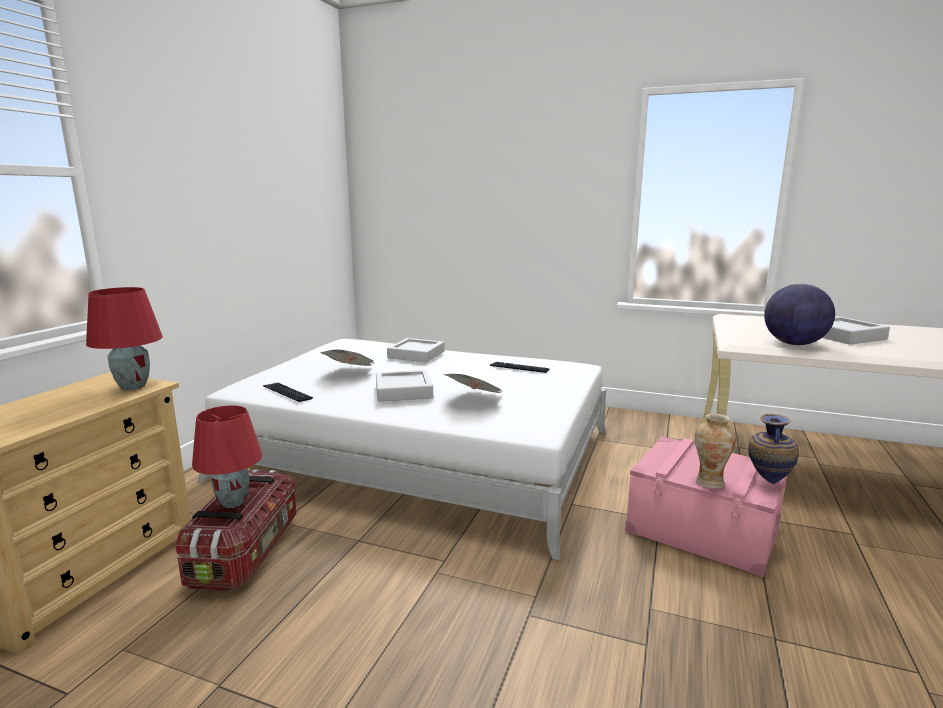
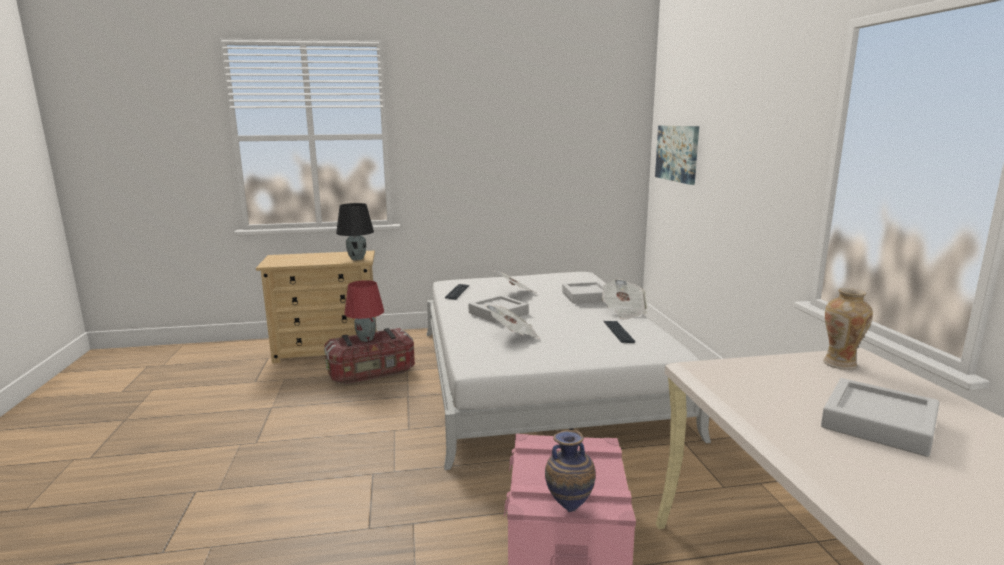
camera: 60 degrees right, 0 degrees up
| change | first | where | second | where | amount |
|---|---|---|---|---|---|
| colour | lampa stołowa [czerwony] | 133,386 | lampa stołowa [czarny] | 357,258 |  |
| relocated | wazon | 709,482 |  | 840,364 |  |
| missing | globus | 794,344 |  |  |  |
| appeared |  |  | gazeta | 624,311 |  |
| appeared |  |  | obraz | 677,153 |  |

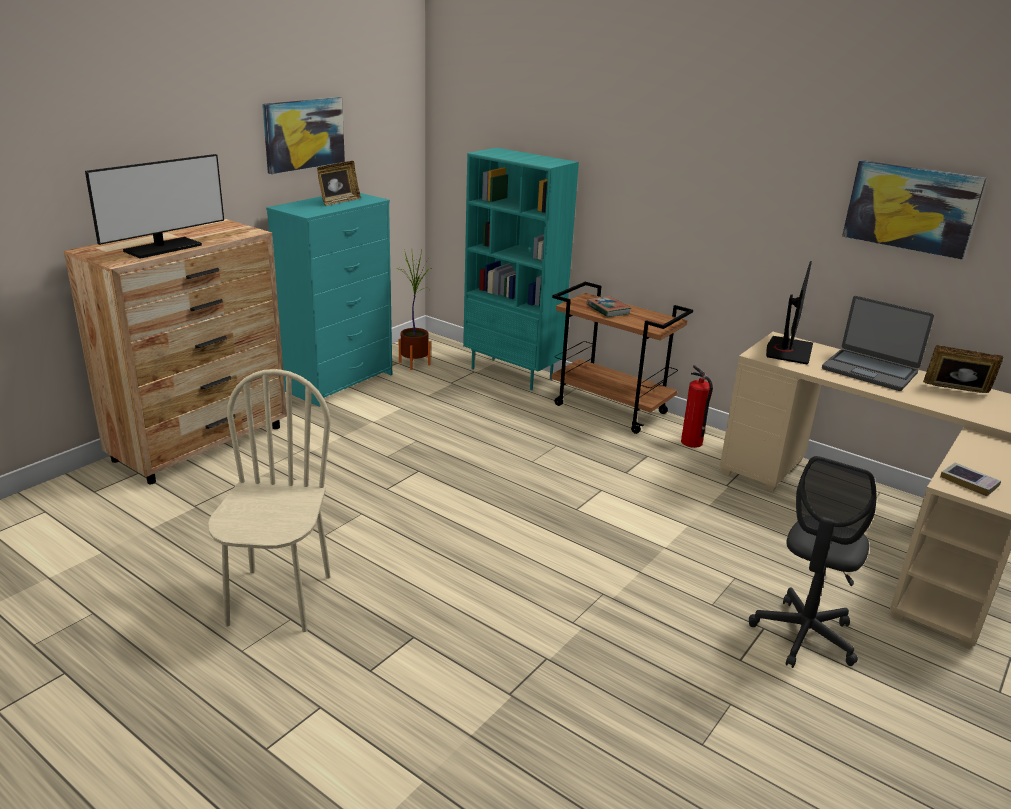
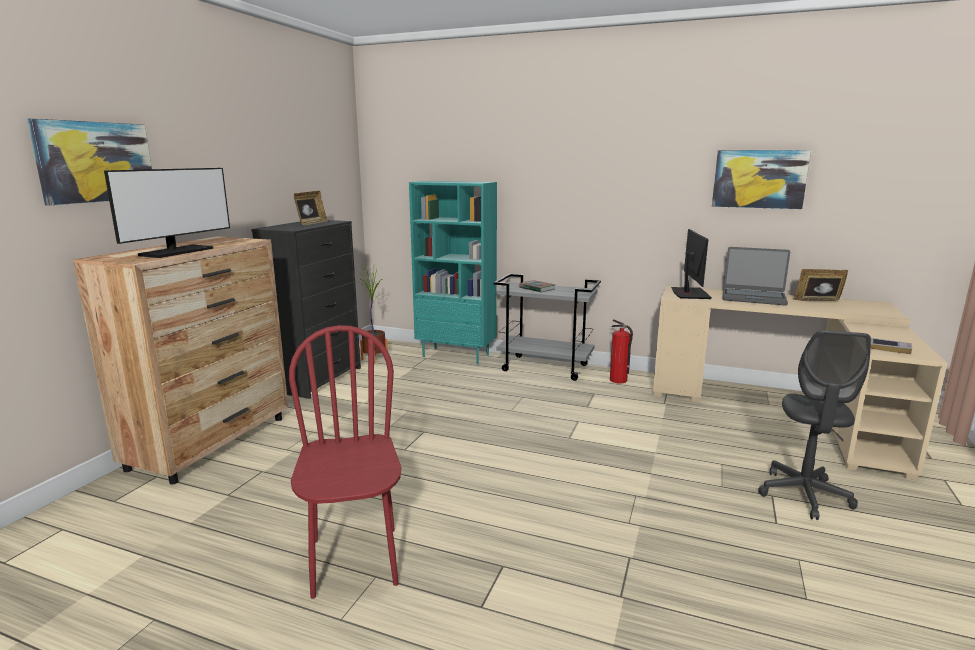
camera: 15 degrees left, 10 degrees down
| change | first | where | second | where | amount |
|---|---|---|---|---|---|
| colour | krzesło [beżowy] | 278,600 | krzesło [czerwony] | 354,561 |  |
| relocated | obraz | 304,134 |  | 96,162 |  |
| colour | komoda [turkusowy] | 339,382 | komoda [czarny] | 318,379 |  |
| colour | wózek [brązowy] | 611,409 | wózek [szary] | 546,368 |  |

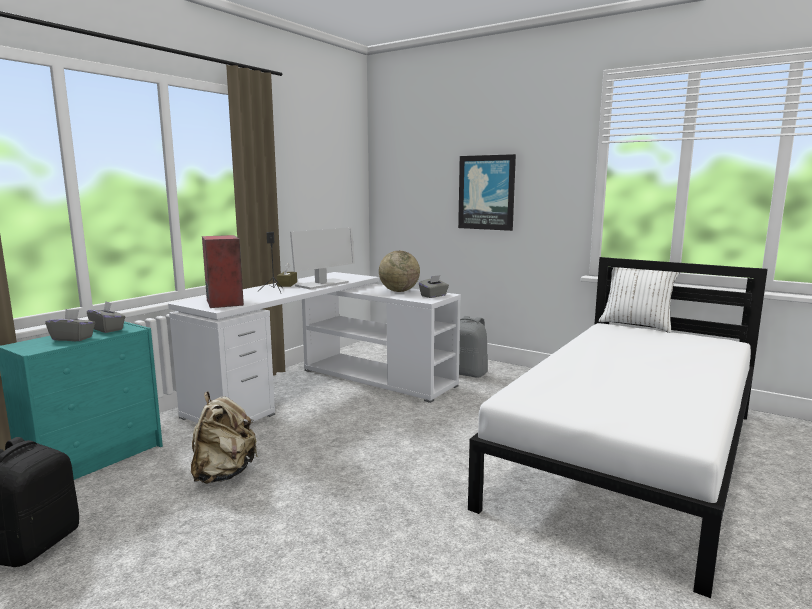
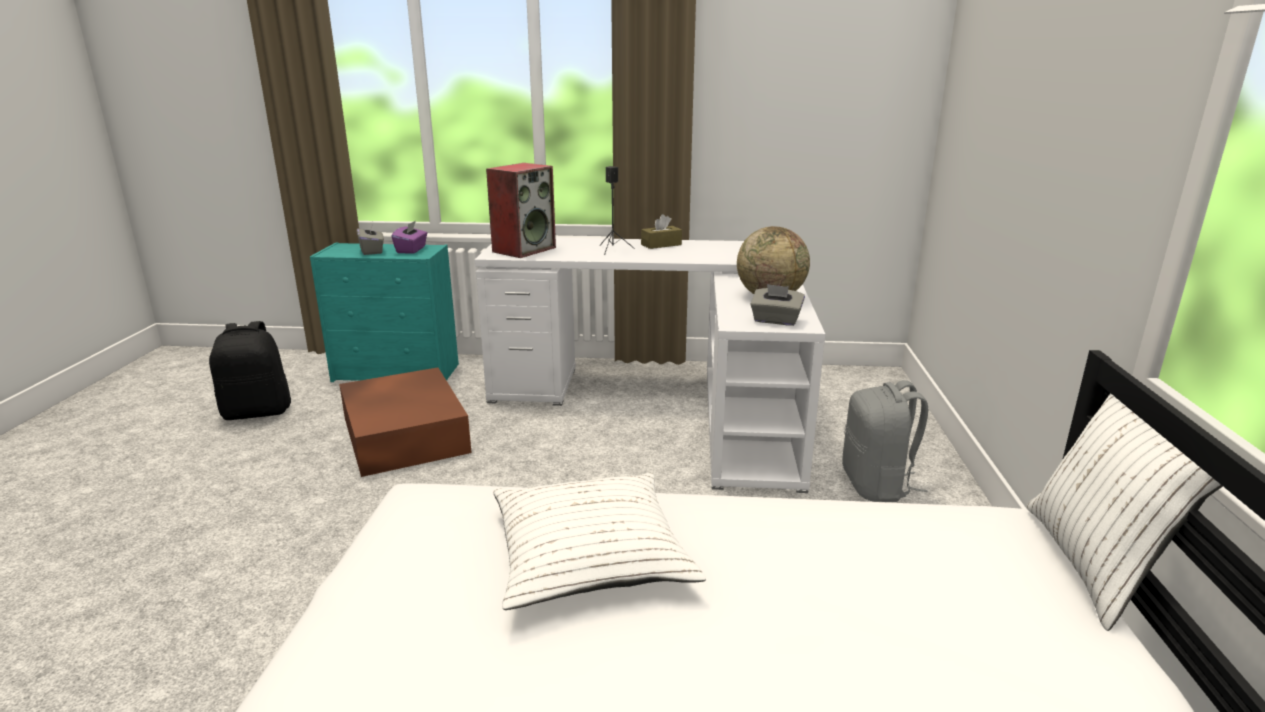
camera: 60 degrees right, 10 degrees up
| change | first | where | second | where | amount |
|---|---|---|---|---|---|
| colour | pudełko chusteczek [szary] | 107,329 | pudełko chusteczek [fioletowy] | 411,250 |  |
| exchanged | plecak [beżowy] | 223,474 | pojemnik do przechowywania [brązowy] | 405,434 |  |
| missing | monitor | 322,284 |  |  |  |
| missing | obraz | 486,192 |  |  |  |
| appeared |  |  | poduszka [biały] | 590,555 |  |

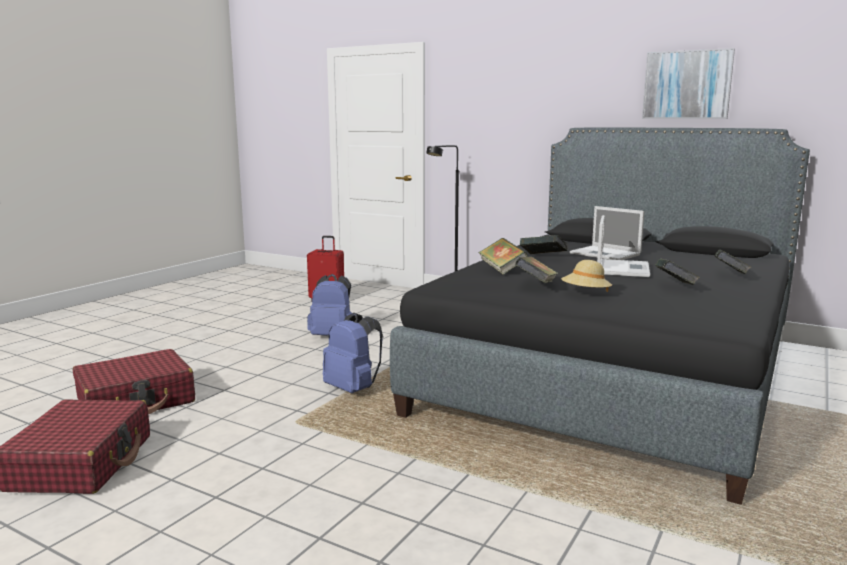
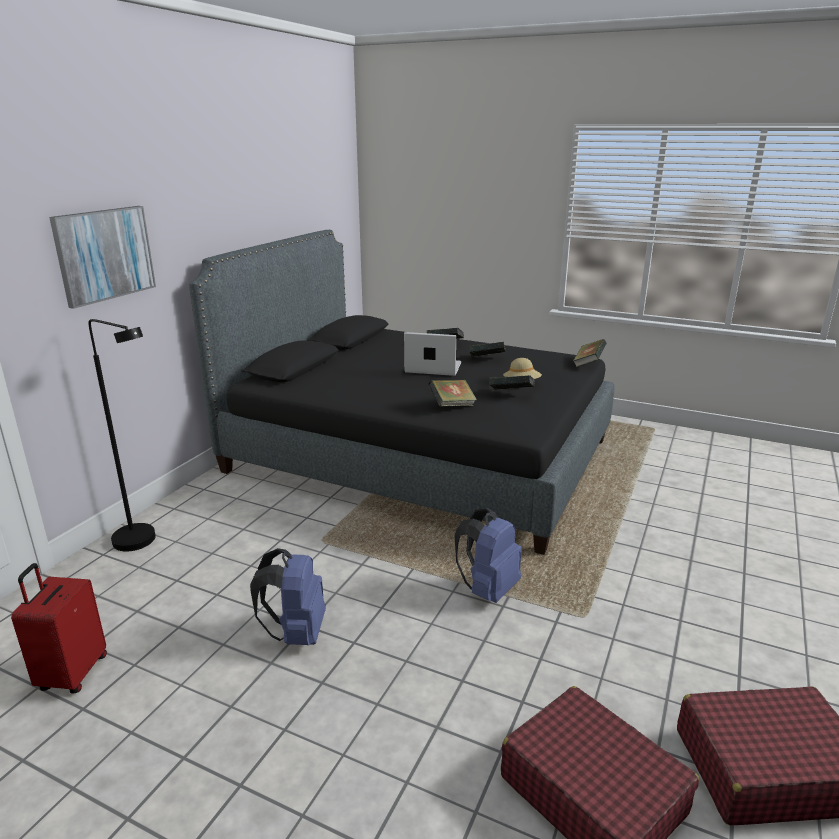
camera: 95 degrees left, 10 degrees up
| change | first | where | second | where | amount |
|---|---|---|---|---|---|
| relocated | książka | 543,257 |  | 588,364 |  |
| missing | laptop | 606,254 |  |  |  |
| relocated | obraz | 687,85 |  | 104,254 |  |

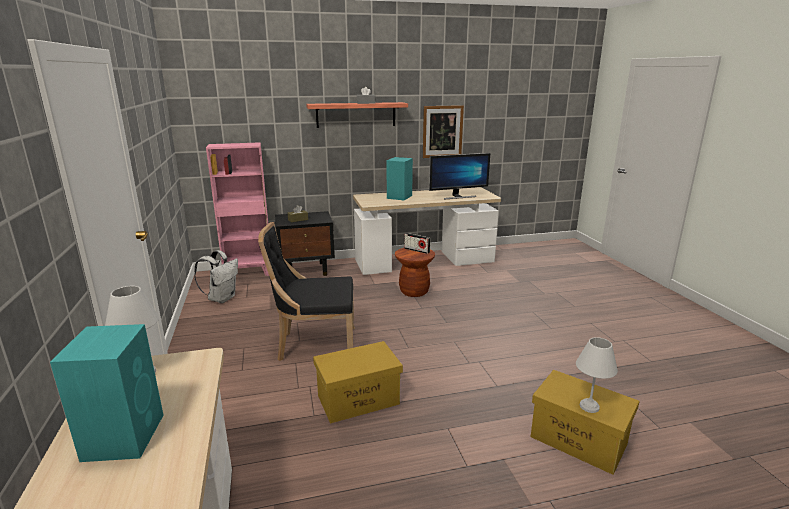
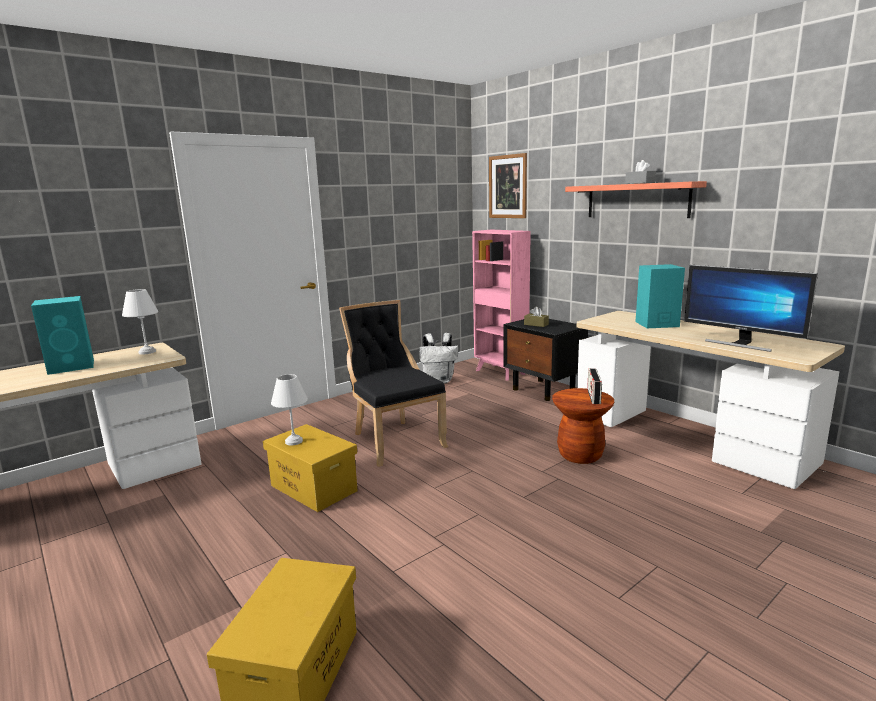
camera: 65 degrees right, 5 degrees down
| change | first | where | second | where | amount |
|---|---|---|---|---|---|
| relocated | obraz | 442,131 |  | 508,186 |  |
| relocated | lampa stołowa [biały] | 590,407 |  | 293,442 |  |

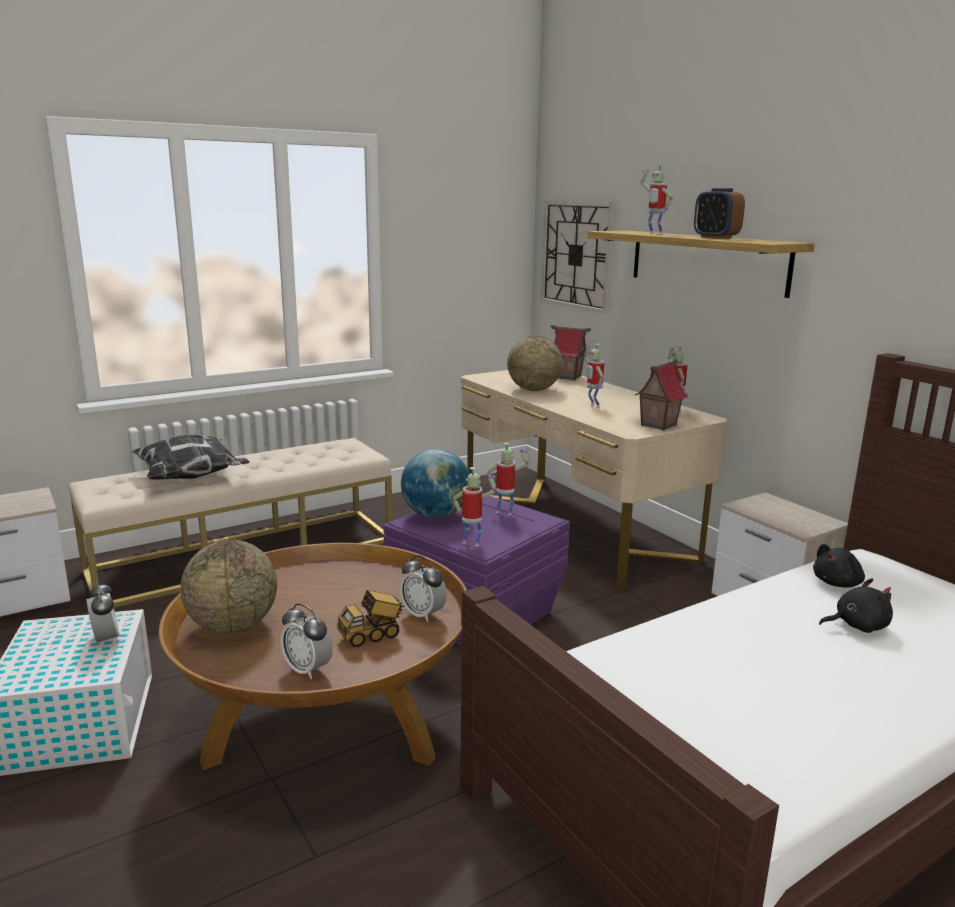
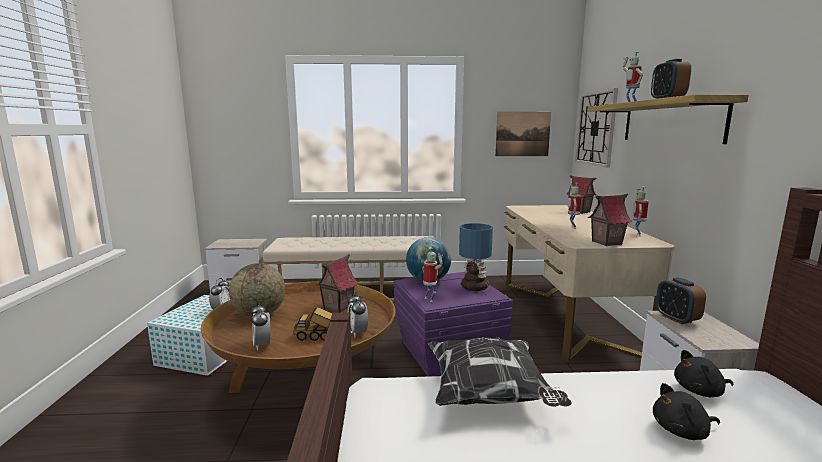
camera: 30 degrees right, 5 degrees down
| change | first | where | second | where | amount |
|---|---|---|---|---|---|
| relocated | poduszka | 192,478 |  | 490,395 |  |
| exchanged | robot zabawkowy | 505,512 | lampa stołowa | 473,287 |  |
| missing | globus | 533,390 |  |  |  |
| spun | pluszak [czarny] | 857,626 |  | 682,431 | 150 degrees clockwise |
| appeared |  |  | domek | 337,307 |  |
| appeared |  |  | obraz | 522,134 |  |
| appeared |  |  | budzik | 676,318 |  |

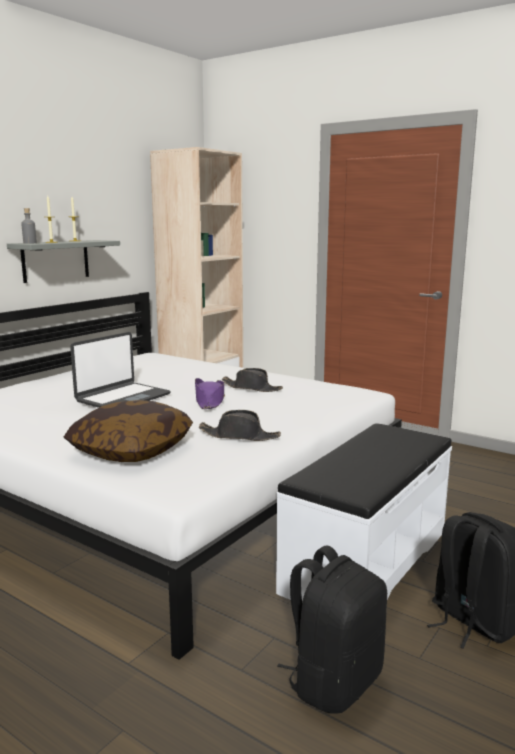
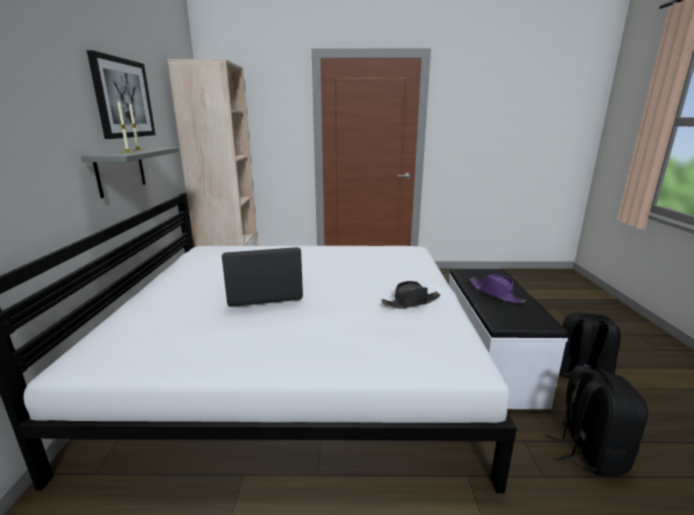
camera: 35 degrees left, 5 degrees up
| change | first | where | second | where | amount |
|---|---|---|---|---|---|
| missing | butelka [szary] | 30,243 |  |  |  |
| missing | poduszka | 131,450 |  |  |  |
| spun | laptop | 122,398 |  | 265,294 | 105 degrees counterclockwise |
| relocated | kapelusz [fioletowy] | 209,401 |  | 496,293 |  |
| missing | kapelusz [czarny] | 252,388 |  |  |  |
| appeared |  |  | obraz | 123,98 |  |

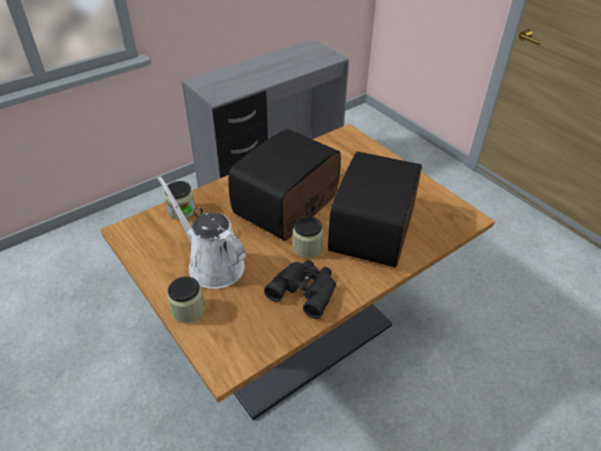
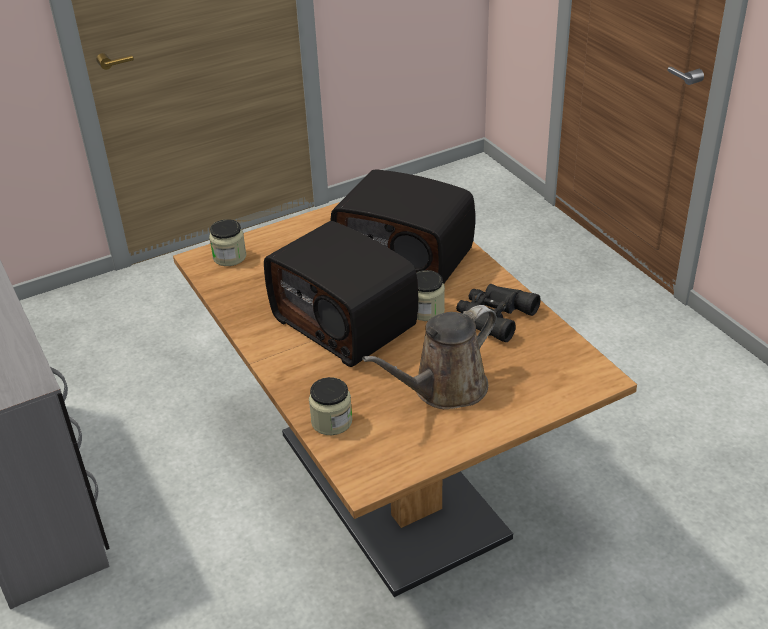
camera: 80 degrees left, 5 degrees down
| change | first | where | second | where | amount |
|---|---|---|---|---|---|
| colour | konewka [biały] | 212,264 | konewka [brązowy] | 444,389 |  |
| relocated | słoik | 188,310 |  | 229,257 |  |

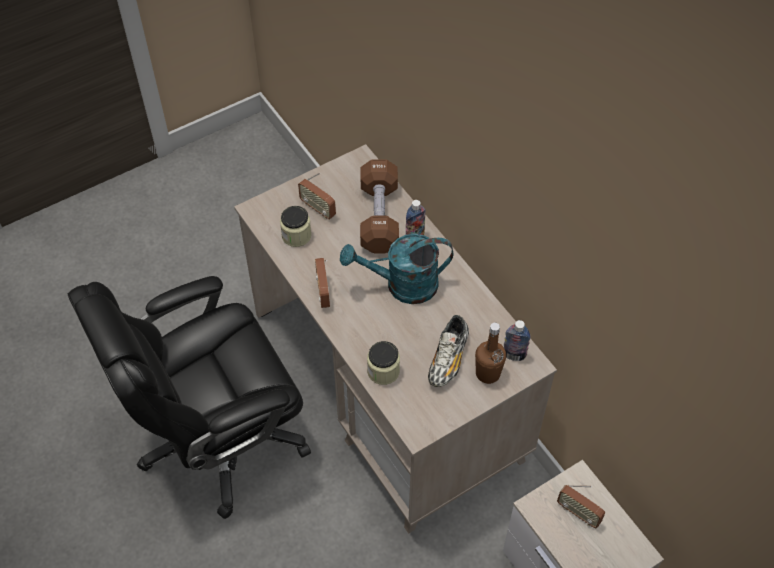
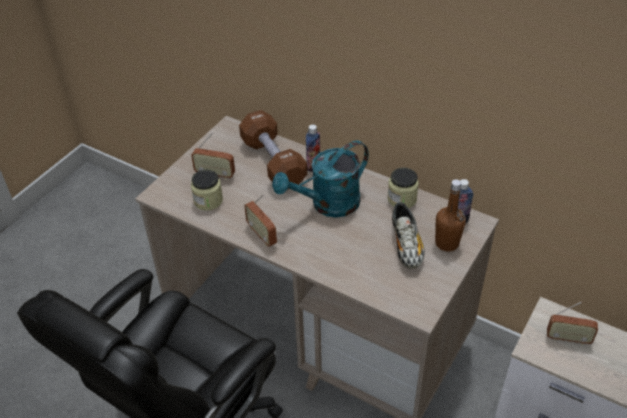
camera: 25 degrees left, 10 degrees down
| change | first | where | second | where | amount |
|---|---|---|---|---|---|
| relocated | słoik | 383,371 |  | 402,199 |  |

